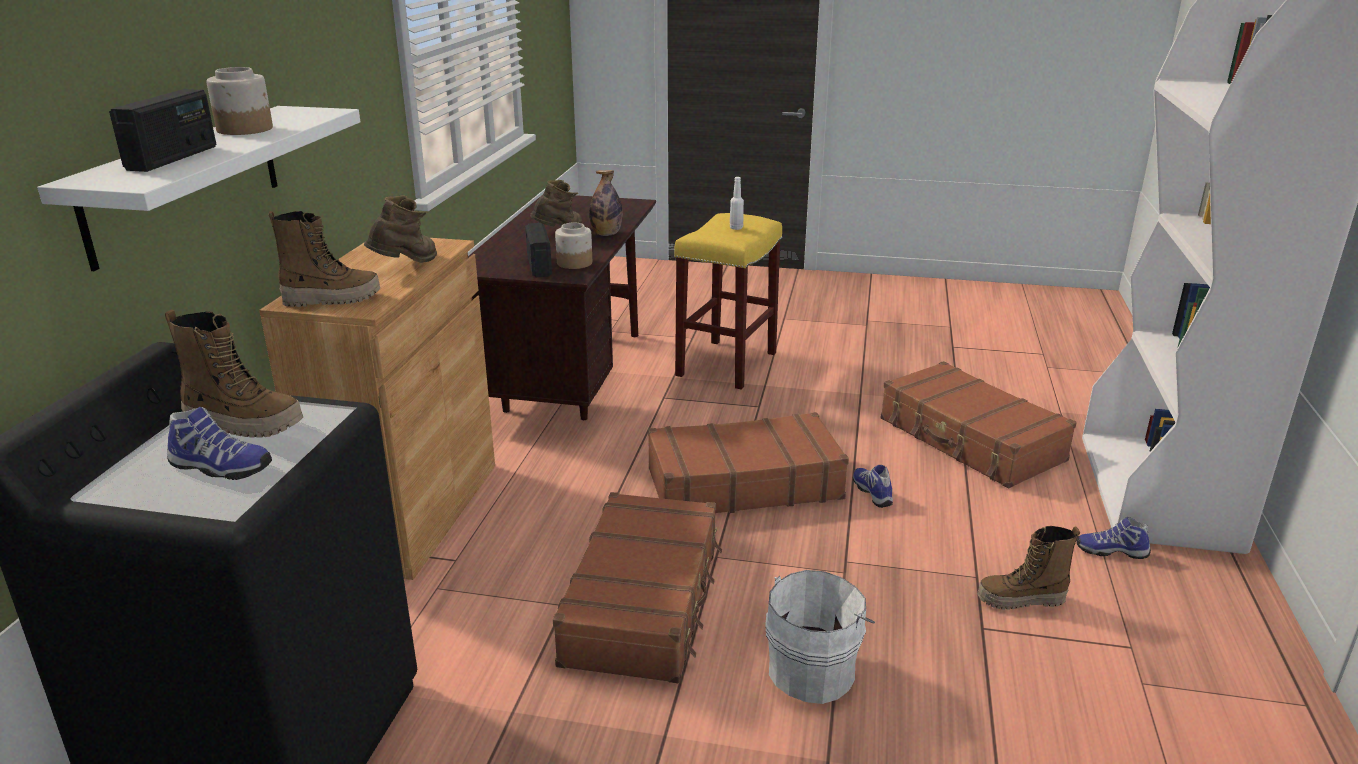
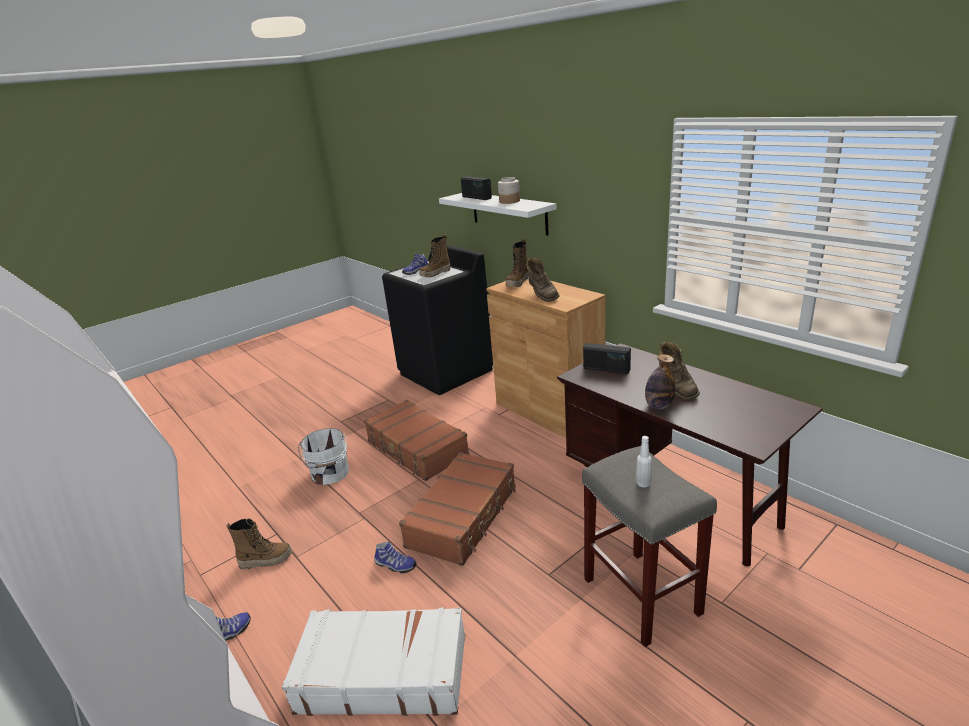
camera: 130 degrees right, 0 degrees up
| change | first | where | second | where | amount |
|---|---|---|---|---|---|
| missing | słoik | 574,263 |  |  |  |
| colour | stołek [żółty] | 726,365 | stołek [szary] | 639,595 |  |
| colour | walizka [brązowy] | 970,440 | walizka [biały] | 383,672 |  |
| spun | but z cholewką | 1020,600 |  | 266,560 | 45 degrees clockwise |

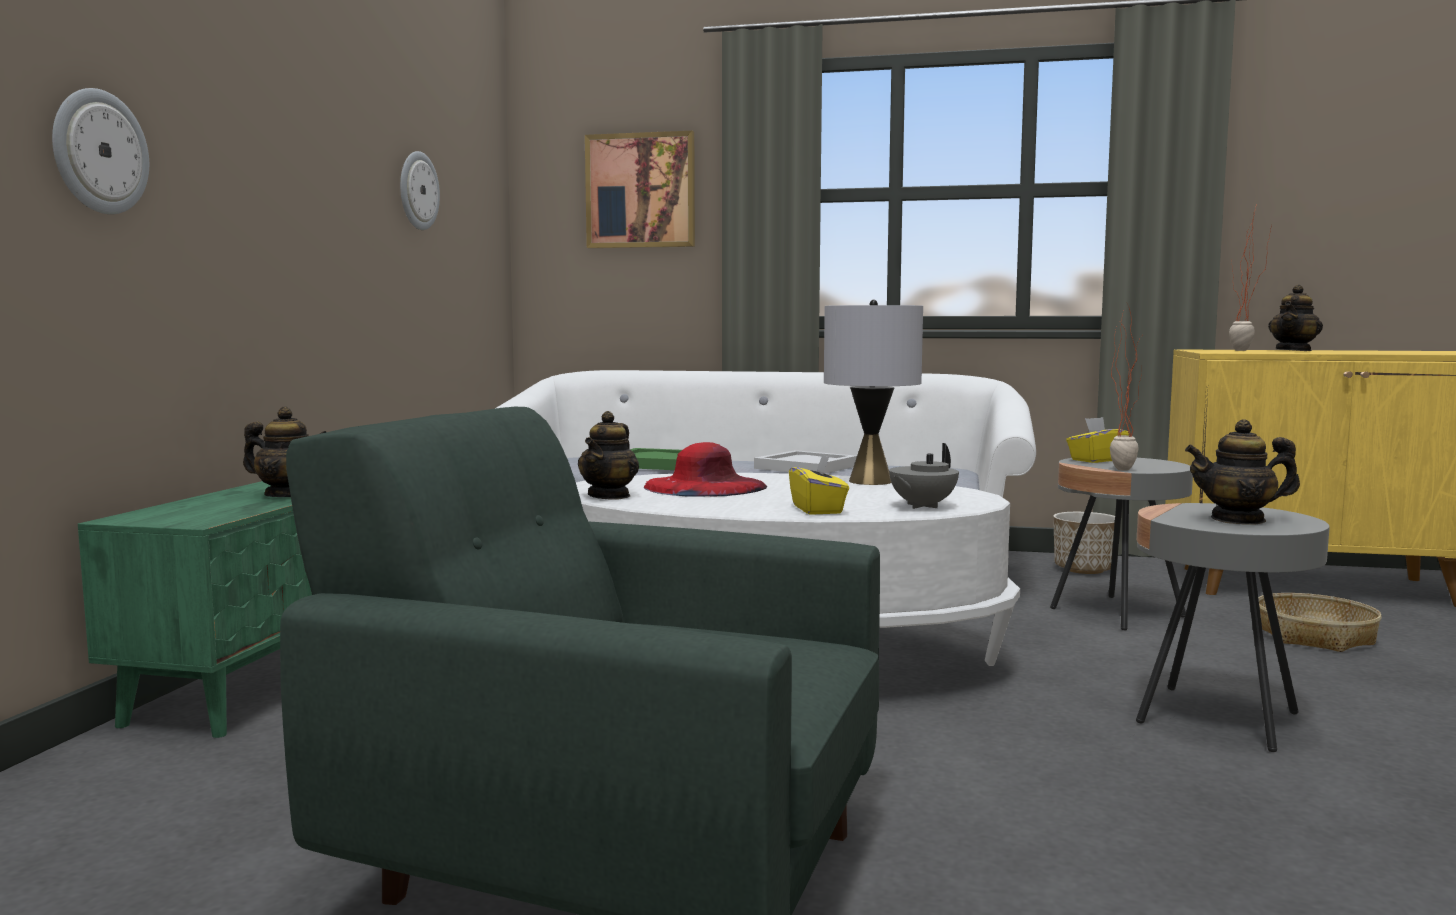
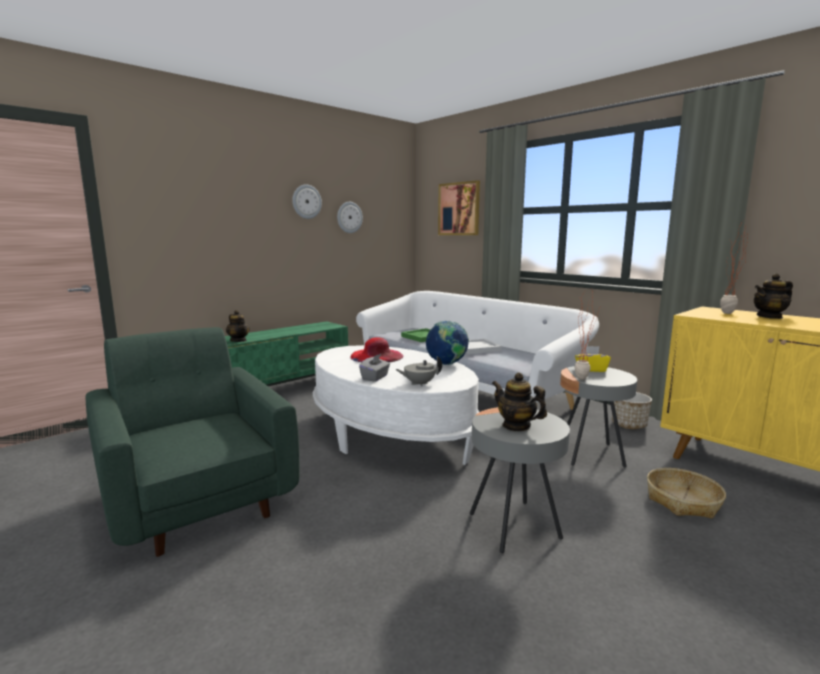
camera: 35 degrees right, 5 degrees up
| change | first | where | second | where | amount |
|---|---|---|---|---|---|
| relocated | zegar ścienny | 99,152 |  | 306,201 |  |
| missing | imbryk | 609,496 |  |  |  |
| colour | pudełko chusteczek [żółty] | 818,509 | pudełko chusteczek [szary] | 375,377 |  |
| exchanged | lampa stołowa [szary] | 870,481 | globus | 447,364 |  |

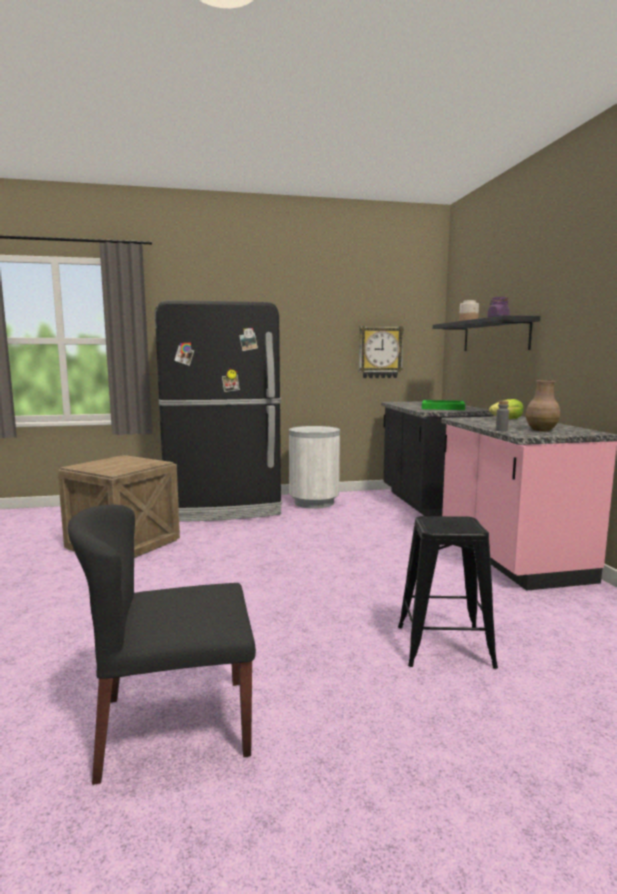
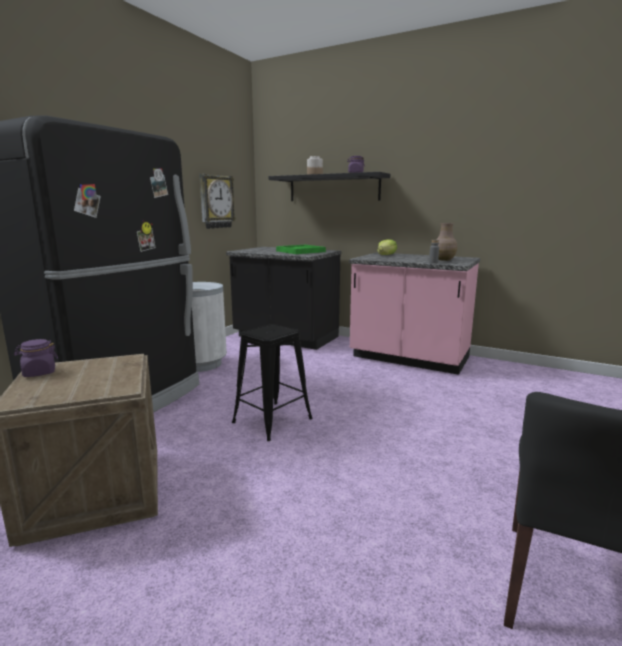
camera: 50 degrees left, 5 degrees up
| change | first | where | second | where | amount |
|---|---|---|---|---|---|
| relocated | stołek [czarny] | 444,646 |  | 272,420 |  |
| appeared |  |  | słoik [fioletowy] | 39,373 |  |

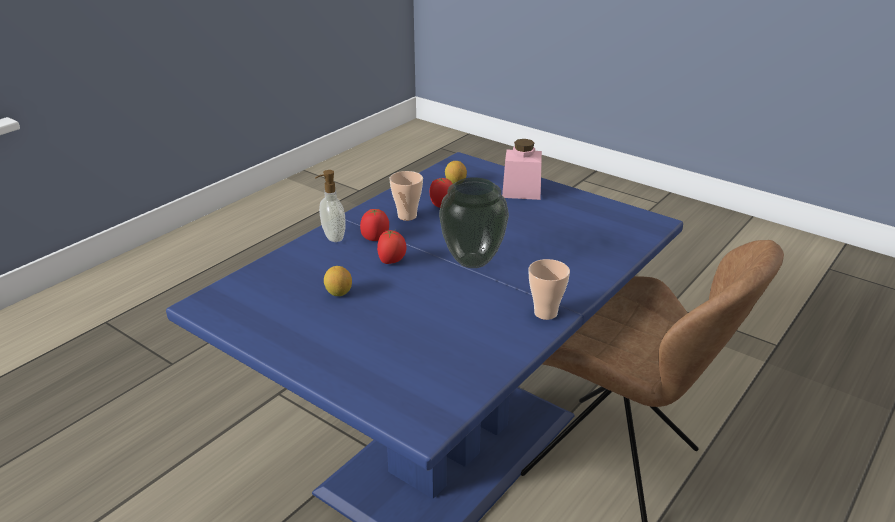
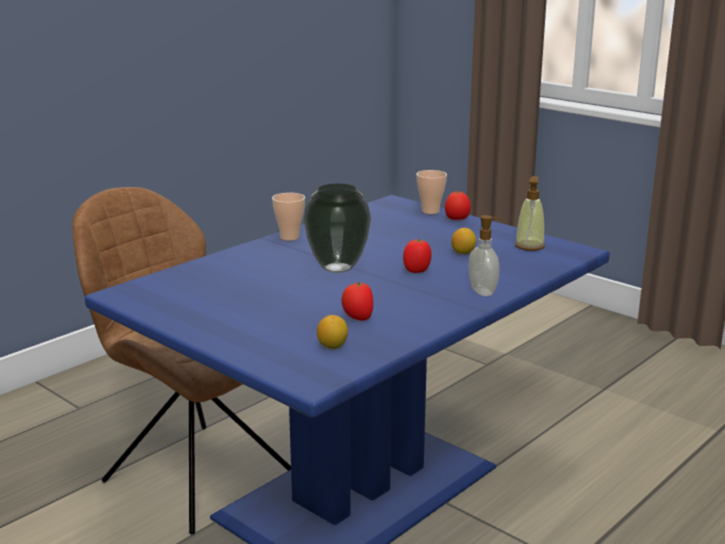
camera: 175 degrees left, 10 degrees down
| change | first | where | second | where | amount |
|---|---|---|---|---|---|
| relocated | pomidor | 375,238 |  | 457,219 |  |
| relocated | filiżanka | 407,216 |  | 430,211 |  |
| missing | słoik [różowy] | 521,192 |  |  |  |
| appeared |  |  | dozownik mydła | 529,246 |  |

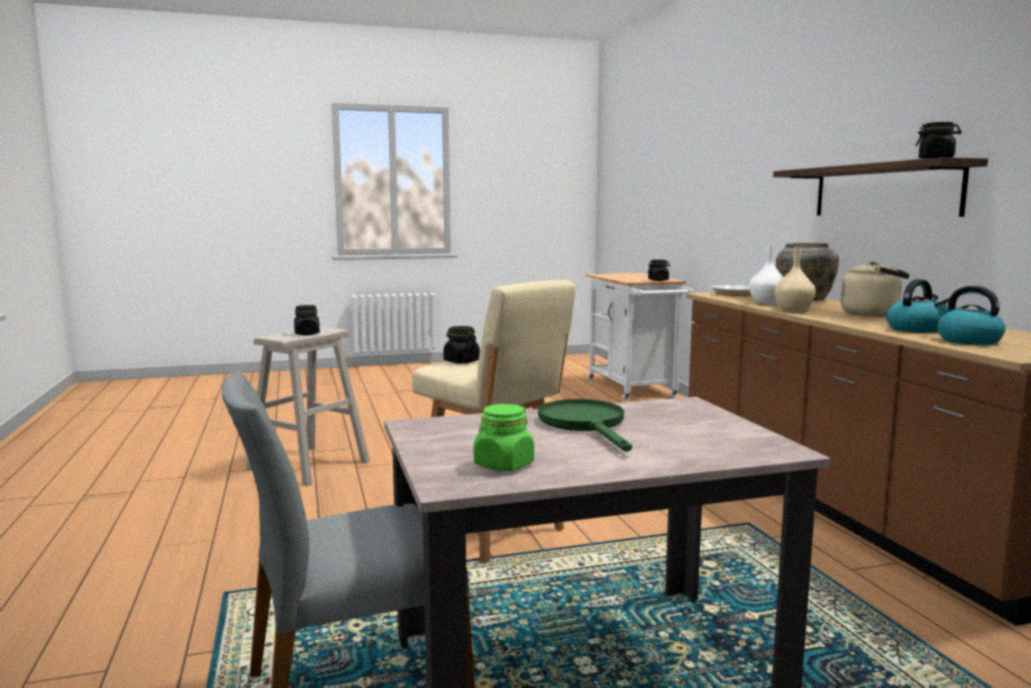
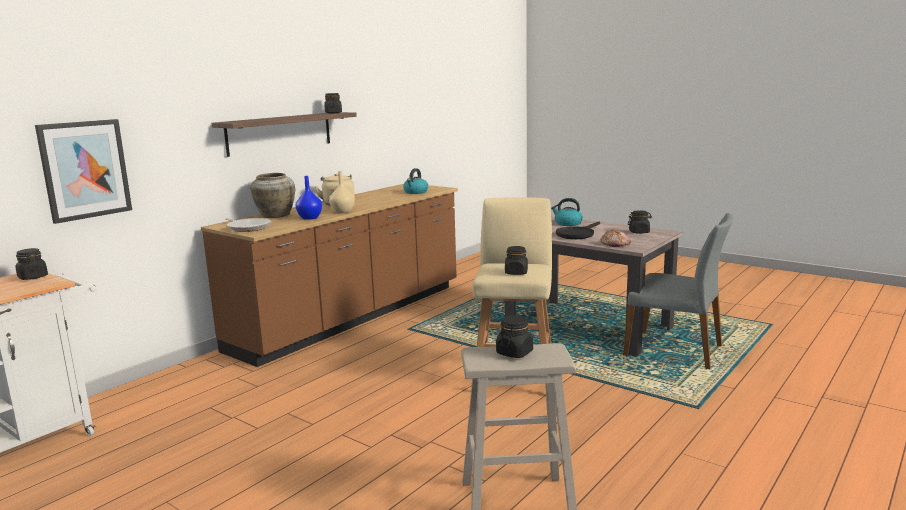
camera: 125 degrees left, 5 degrees up
| change | first | where | second | where | amount |
|---|---|---|---|---|---|
| colour | słoik [zielony] | 503,465 | słoik [czarny] | 639,232 |  |
| colour | patelnia [zielony] | 586,425 | patelnia [czarny] | 577,234 |  |
| colour | wazon [biały] | 767,303 | wazon [niebieski] | 310,218 |  |
| relocated | czajnik | 914,329 |  | 567,223 |  |
| appeared |  |  | obraz | 85,169 |  |
| appeared |  |  | chleb | 615,244 |  |

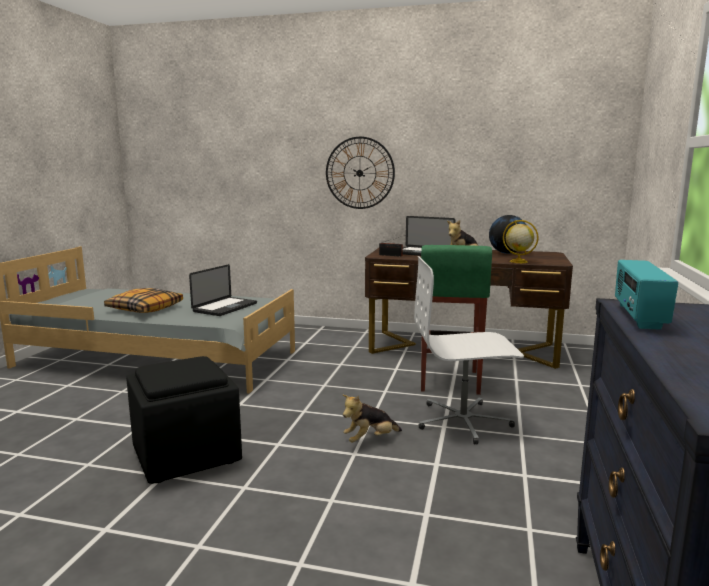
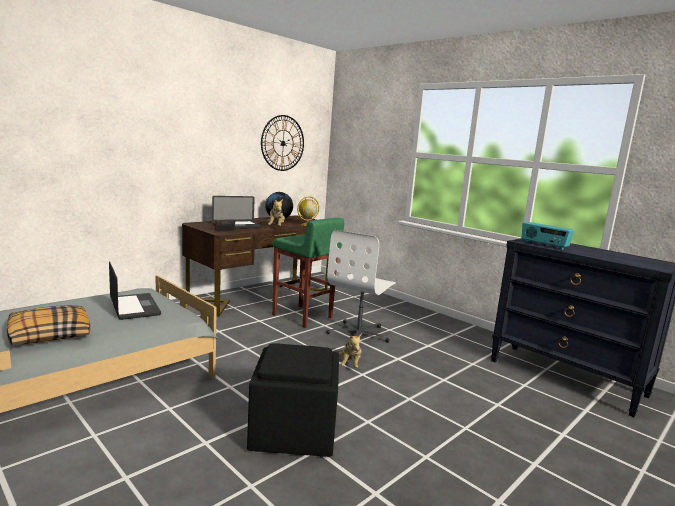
camera: 60 degrees left, 0 degrees up
| change | first | where | second | where | amount |
|---|---|---|---|---|---|
| relocated | zegar ścienny | 359,173 |  | 283,143 |  |

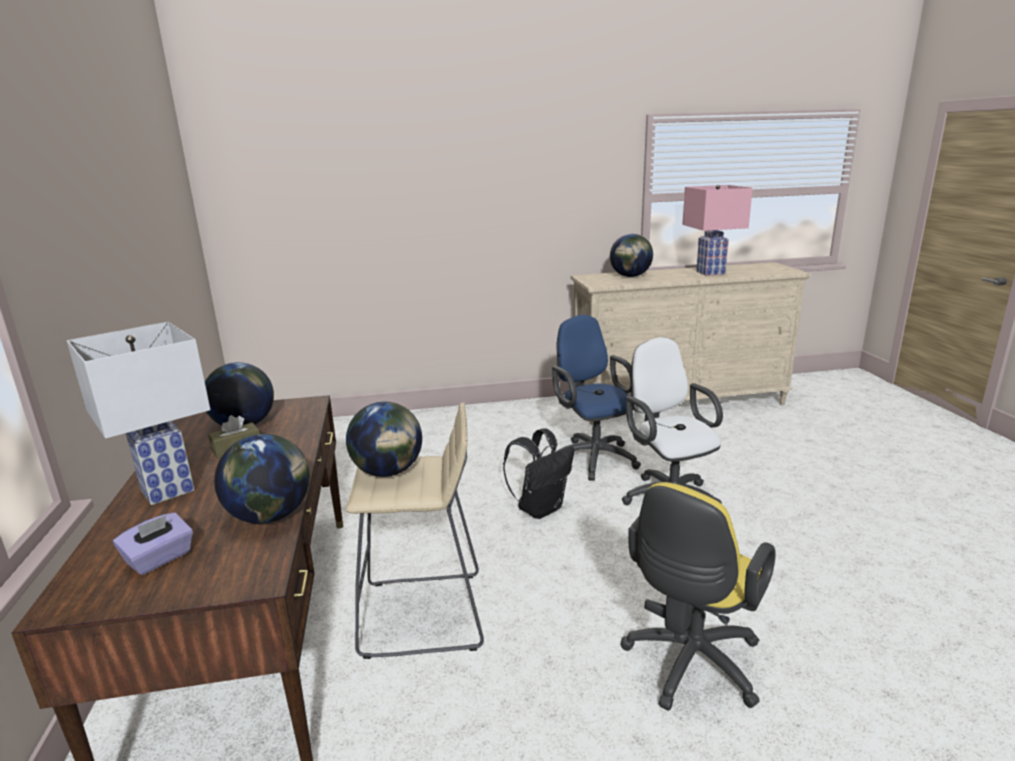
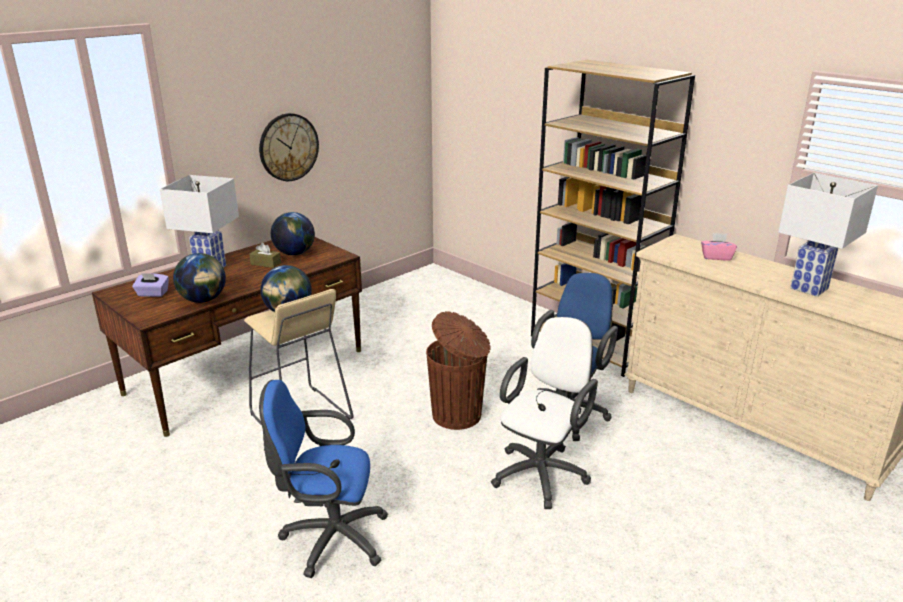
camera: 55 degrees right, 5 degrees up
| change | first | where | second | where | amount |
|---|---|---|---|---|---|
| exchanged | plecak [czarny] | 540,508 | kosz na śmieci [brązowy] | 458,415 |  |
| exchanged | globus | 630,276 | pudełko chusteczek [różowy] | 716,257 |  |
| colour | krzesło biurowe [żółty] | 689,666 | krzesło biurowe [niebieski] | 329,538 |  |
| colour | lampa stołowa [różowy] | 710,273 | lampa stołowa [biały] | 808,288 |  |
| appeared |  |  | zegar ścienny | 288,147 |  |
| appeared |  |  | regał [brązowy] | 593,345 |  |

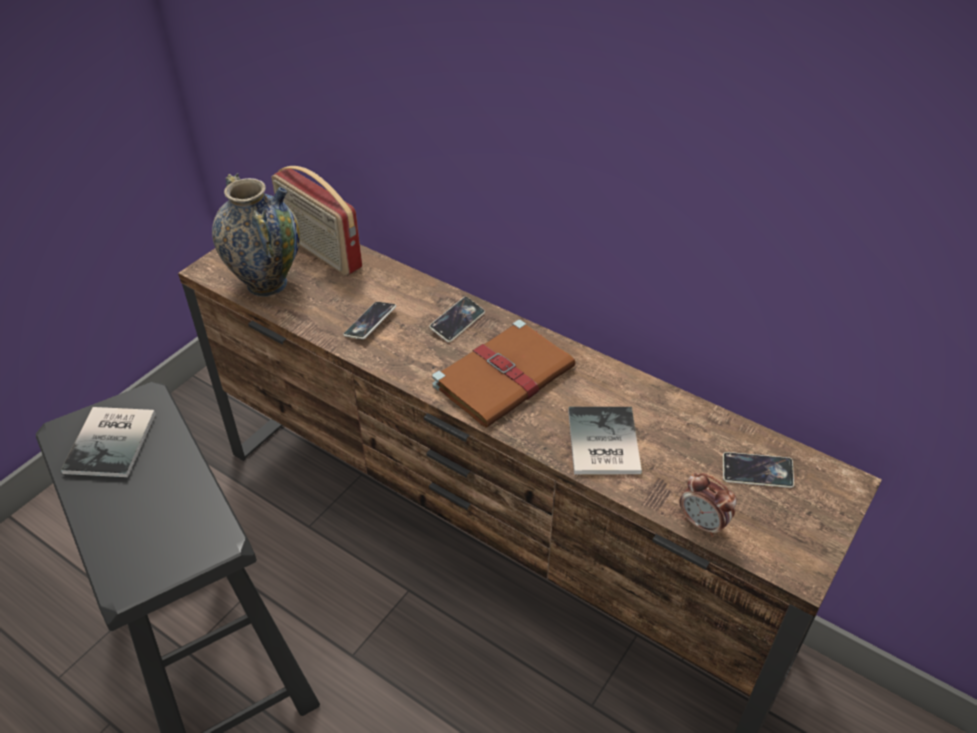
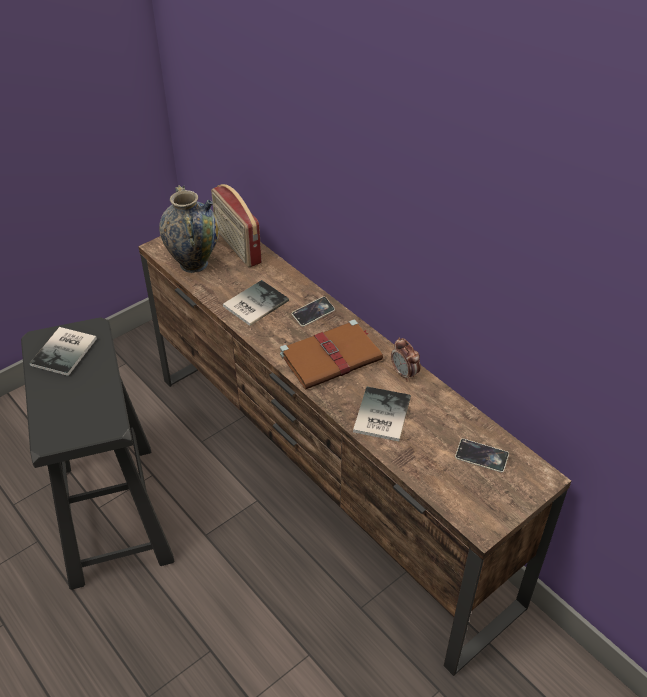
camera: 15 degrees right, 0 degrees up
| change | first | where | second | where | amount |
|---|---|---|---|---|---|
| exchanged | telefon | 370,323 | książka | 253,303 |  |
| relocated | budzik | 702,524 |  | 404,374 |  |

